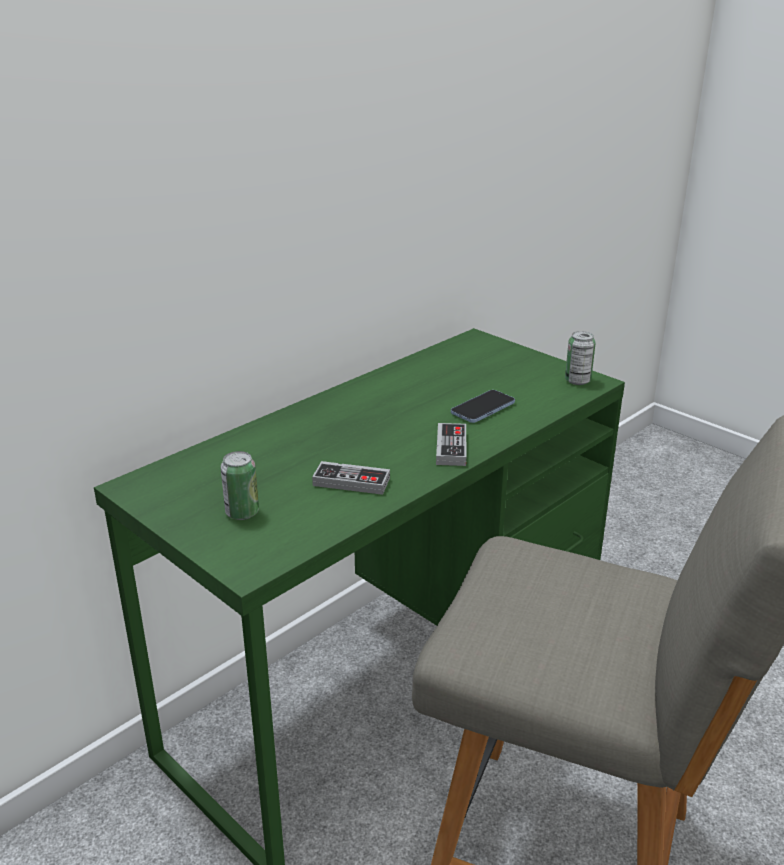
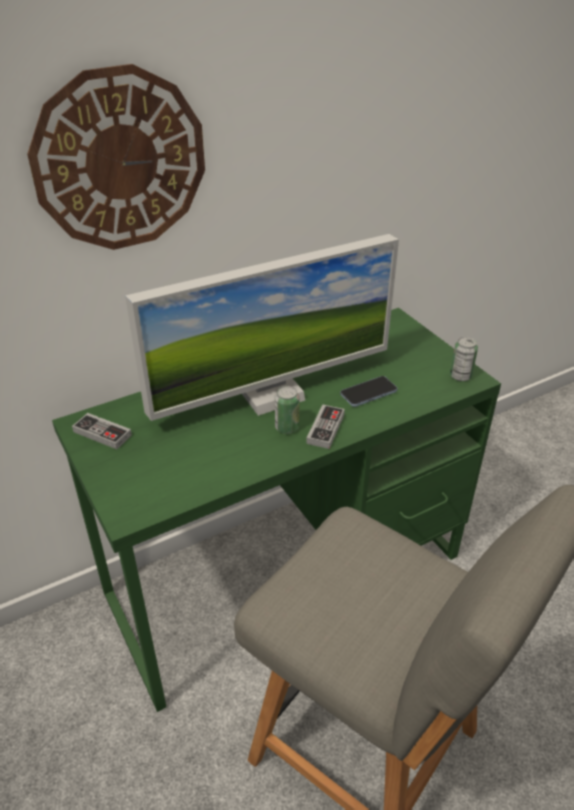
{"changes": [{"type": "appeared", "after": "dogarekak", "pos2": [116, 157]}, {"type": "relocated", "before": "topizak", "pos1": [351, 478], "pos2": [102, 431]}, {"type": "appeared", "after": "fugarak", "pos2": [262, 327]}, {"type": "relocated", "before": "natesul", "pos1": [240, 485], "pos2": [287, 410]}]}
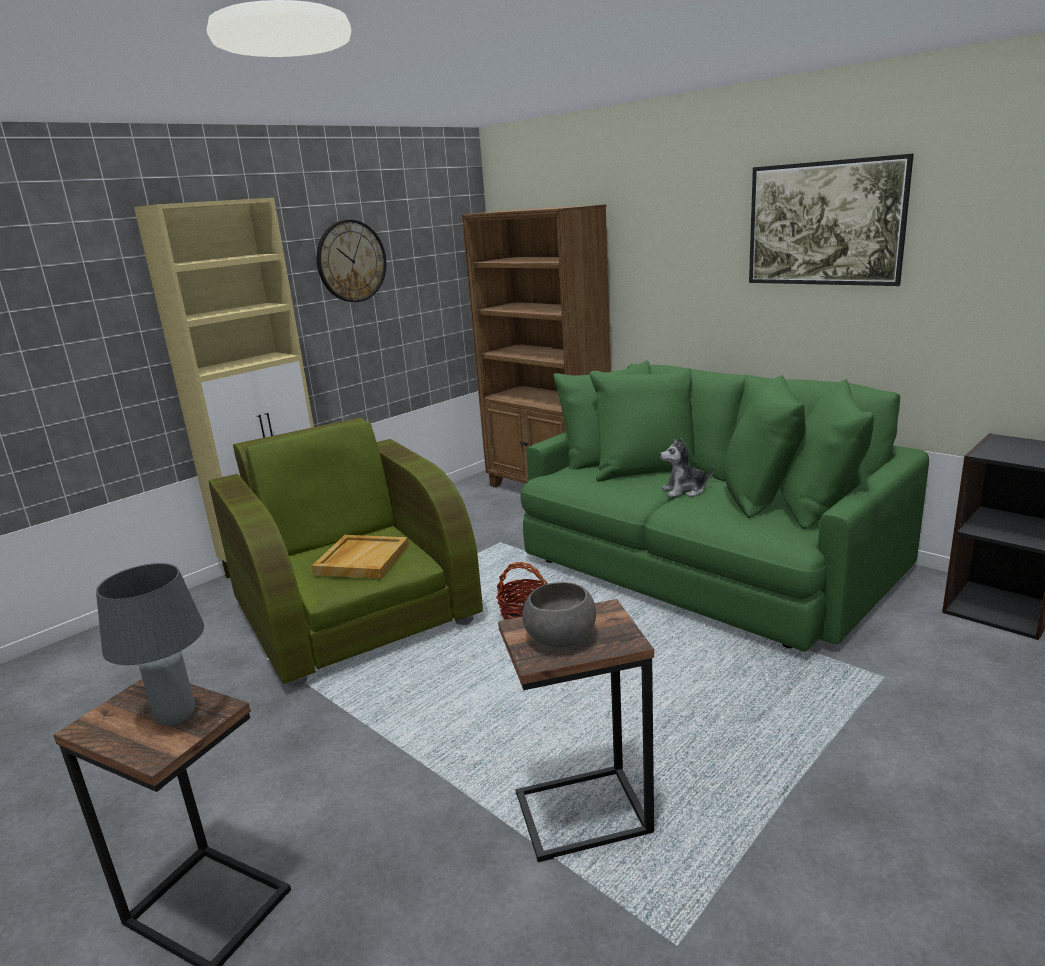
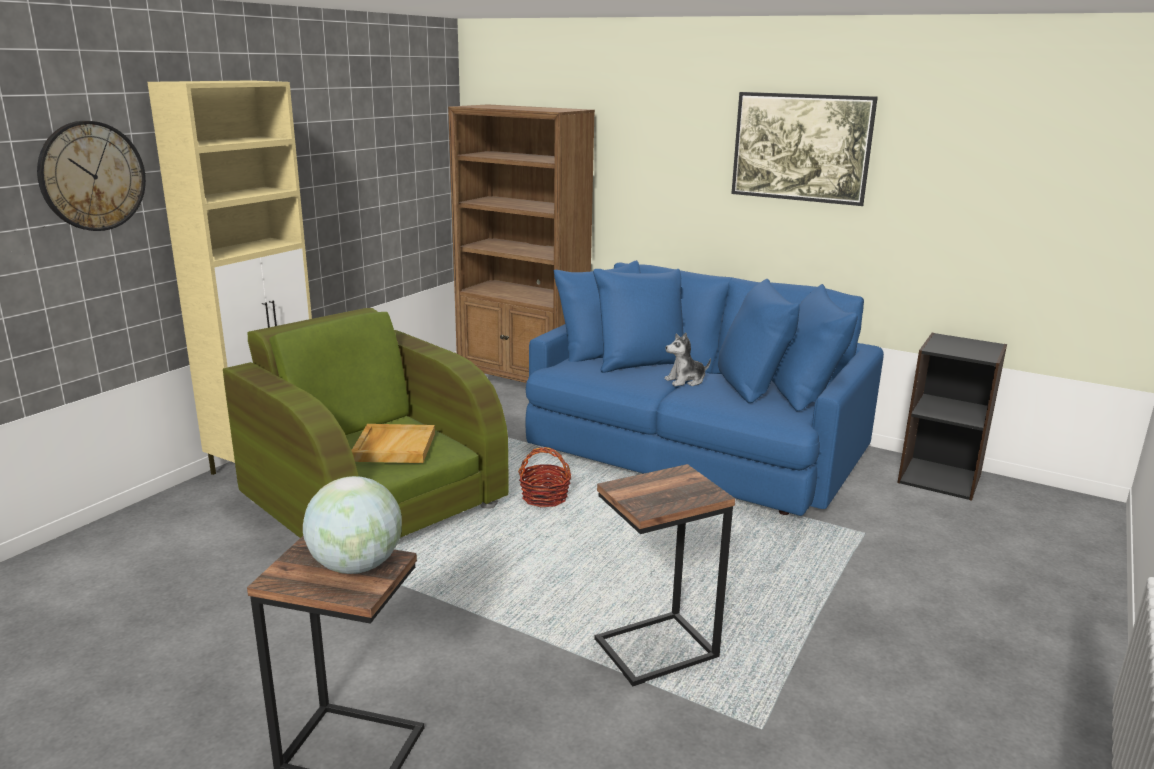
{"changes": [{"type": "relocated", "before": "dogarekak", "pos1": [351, 261], "pos2": [91, 176]}, {"type": "exchanged", "before": "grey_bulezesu", "after": "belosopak", "pos1": [150, 644], "pos2": [352, 525]}, {"type": "colour", "before": "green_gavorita", "after": "blue_gavorita", "pos1": [725, 506], "pos2": [705, 388]}, {"type": "missing", "before": "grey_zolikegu", "pos1": [559, 615]}]}
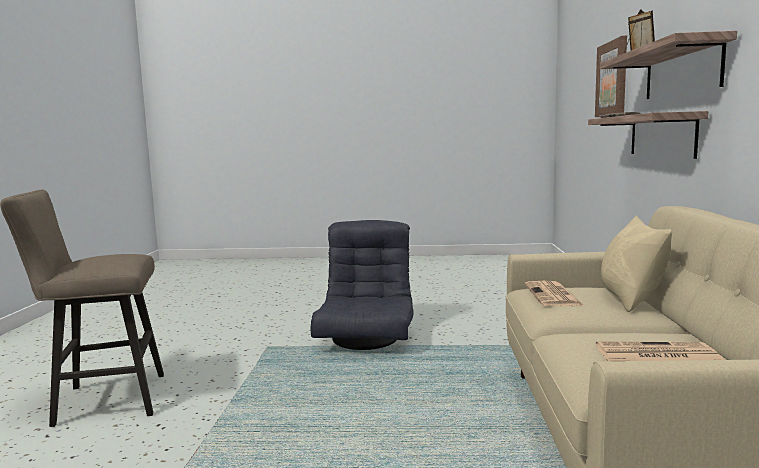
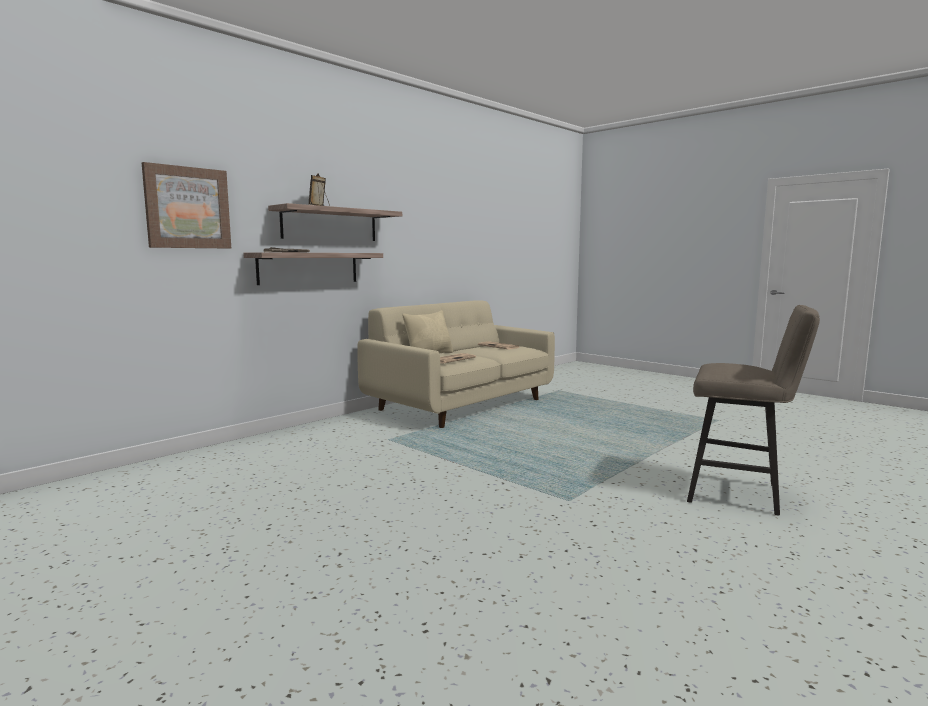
{"changes": [{"type": "missing", "before": "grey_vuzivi", "pos1": [362, 285]}]}
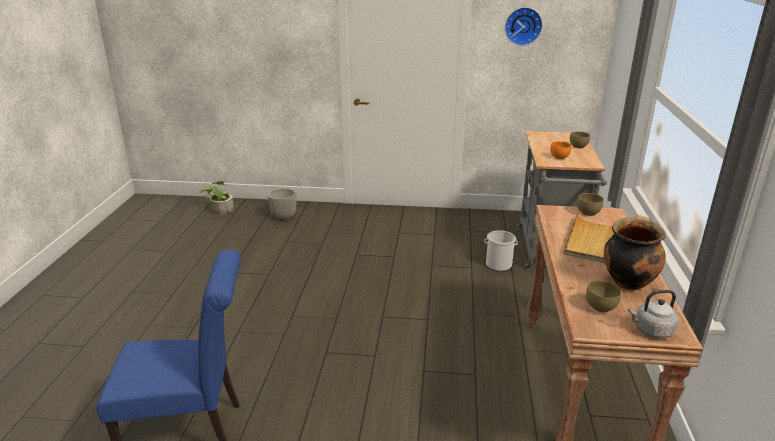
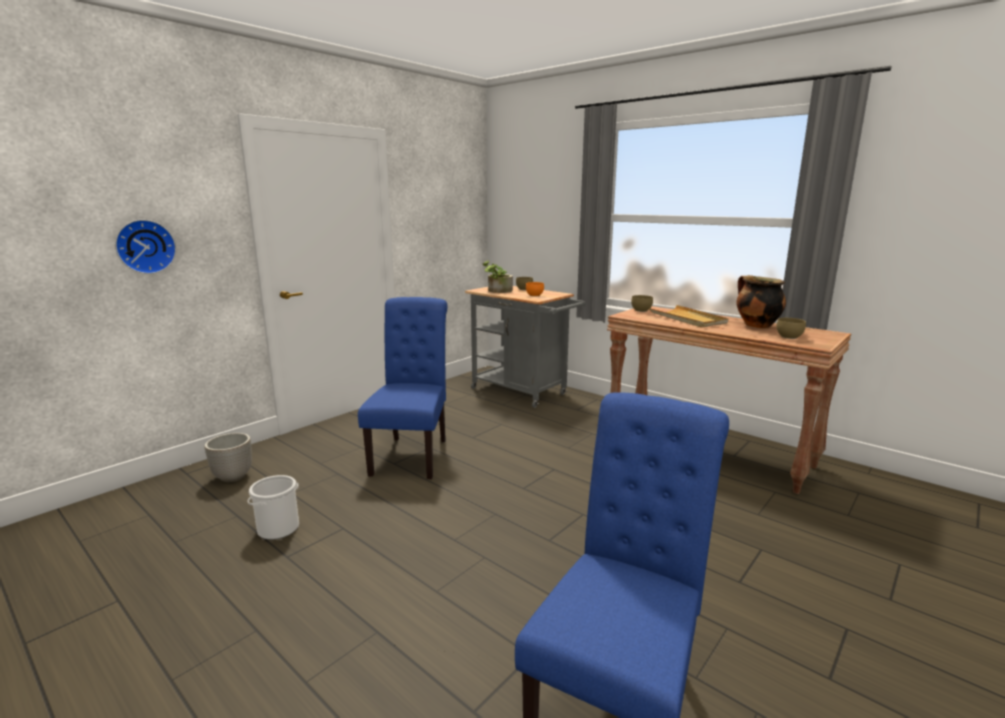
{"changes": [{"type": "relocated", "before": "dogarekak", "pos1": [524, 26], "pos2": [145, 246]}, {"type": "relocated", "before": "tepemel", "pos1": [501, 250], "pos2": [273, 507]}, {"type": "appeared", "after": "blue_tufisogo", "pos2": [402, 388]}, {"type": "relocated", "before": "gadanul", "pos1": [217, 198], "pos2": [498, 276]}, {"type": "missing", "before": "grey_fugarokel", "pos1": [653, 314]}]}
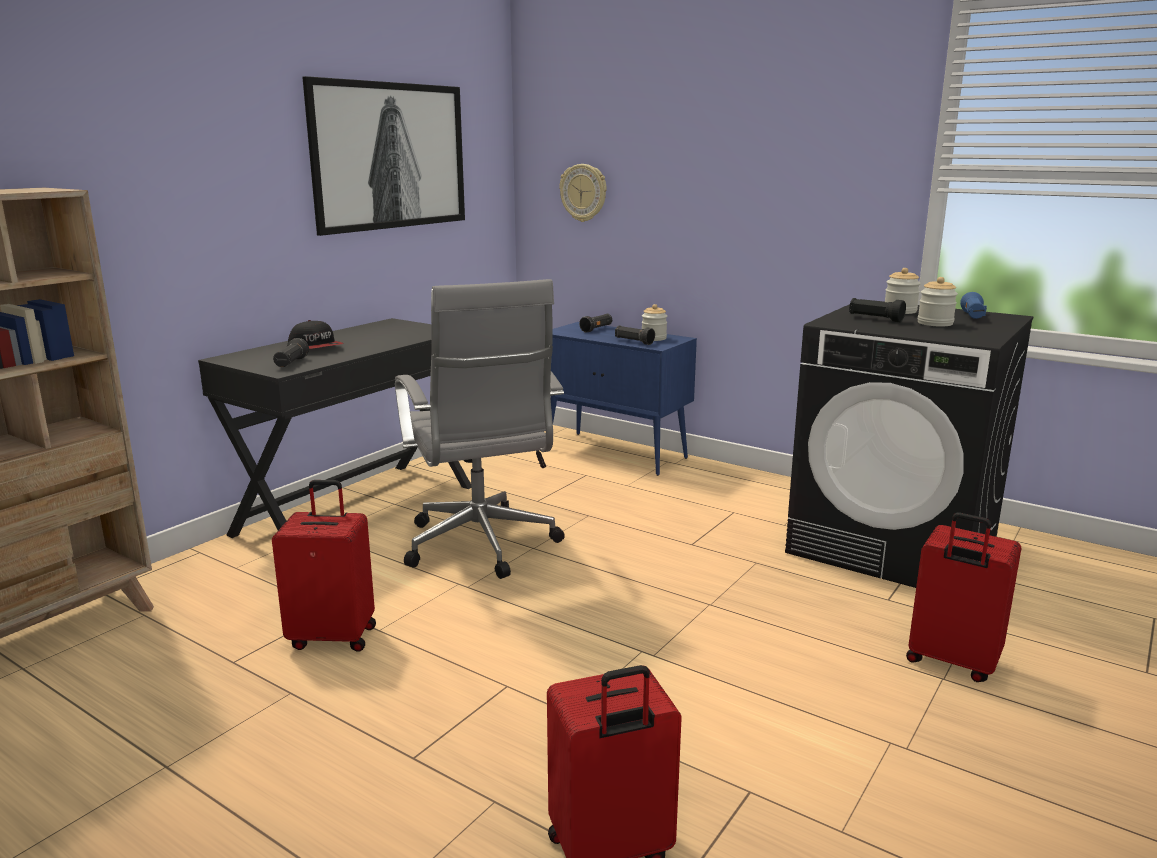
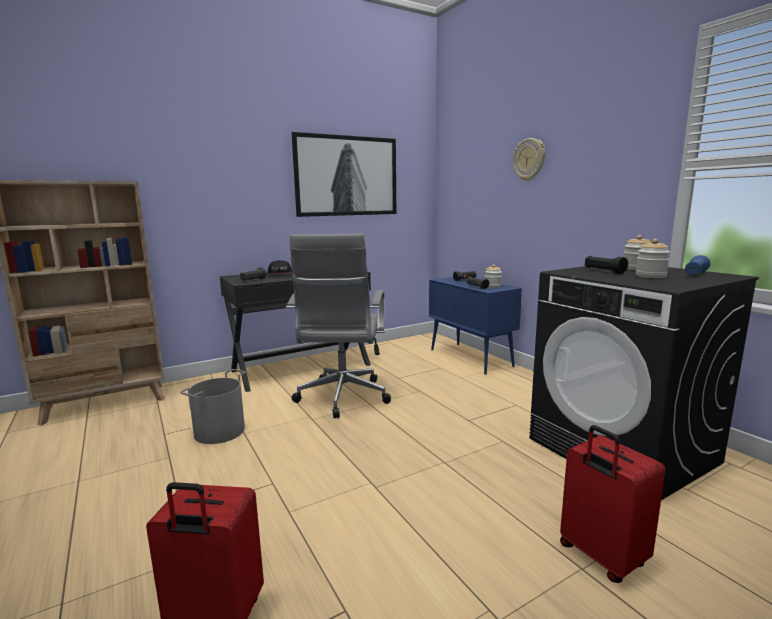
{"changes": [{"type": "exchanged", "before": "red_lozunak", "after": "grey_tepemel", "pos1": [324, 566], "pos2": [212, 406]}, {"type": "relocated", "before": "dogarekak", "pos1": [583, 193], "pos2": [529, 159]}]}
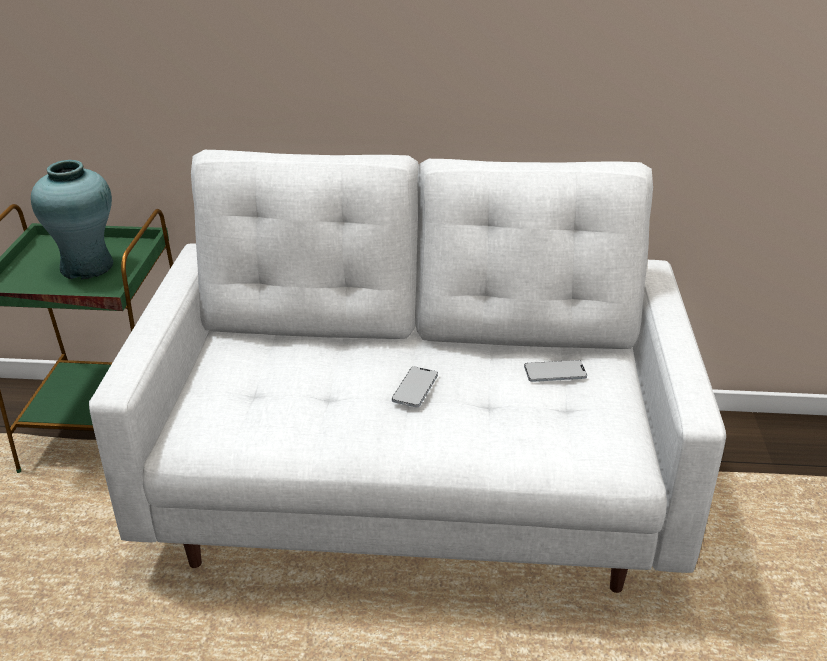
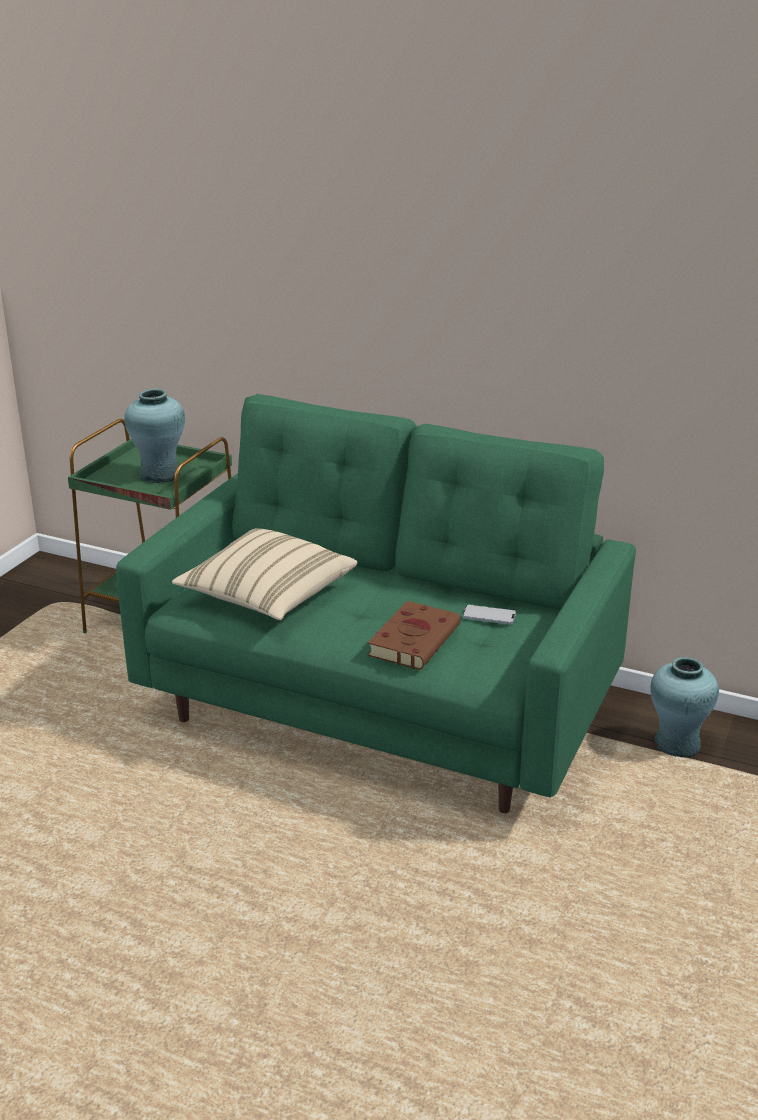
{"changes": [{"type": "colour", "before": "white_gavorita", "after": "green_gavorita", "pos1": [407, 371], "pos2": [376, 603]}, {"type": "appeared", "after": "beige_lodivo", "pos2": [264, 574]}, {"type": "appeared", "after": "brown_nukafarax", "pos2": [414, 635]}, {"type": "appeared", "after": "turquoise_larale", "pos2": [684, 707]}, {"type": "missing", "before": "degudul", "pos1": [415, 386]}]}
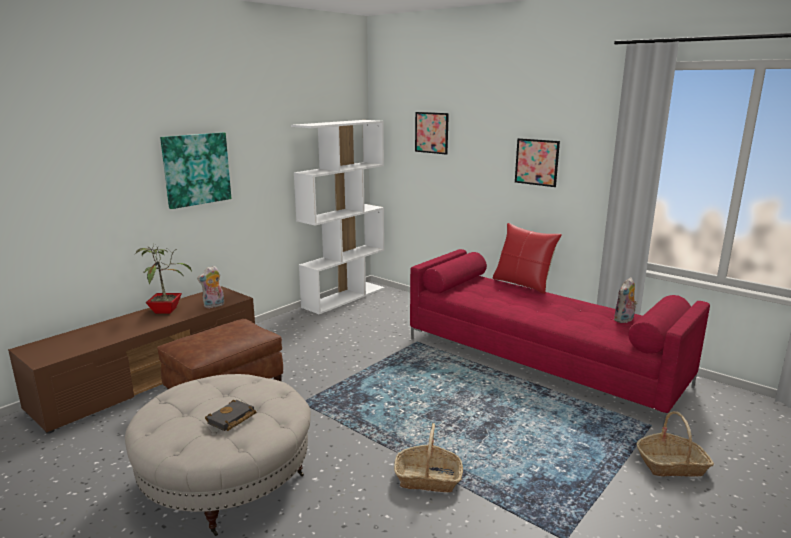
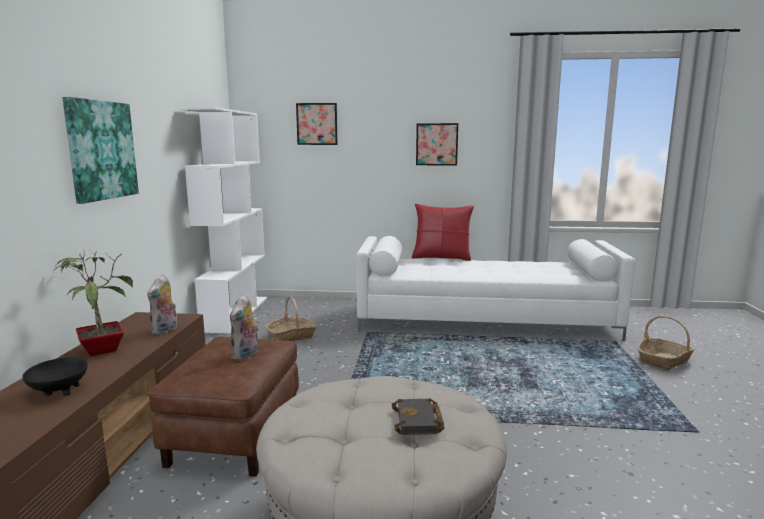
{"changes": [{"type": "appeared", "after": "black_zolikegu", "pos2": [54, 376]}, {"type": "relocated", "before": "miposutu", "pos1": [626, 300], "pos2": [244, 327]}, {"type": "relocated", "before": "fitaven", "pos1": [428, 457], "pos2": [291, 318]}, {"type": "colour", "before": "red_gavorita", "after": "white_gavorita", "pos1": [560, 338], "pos2": [495, 288]}]}
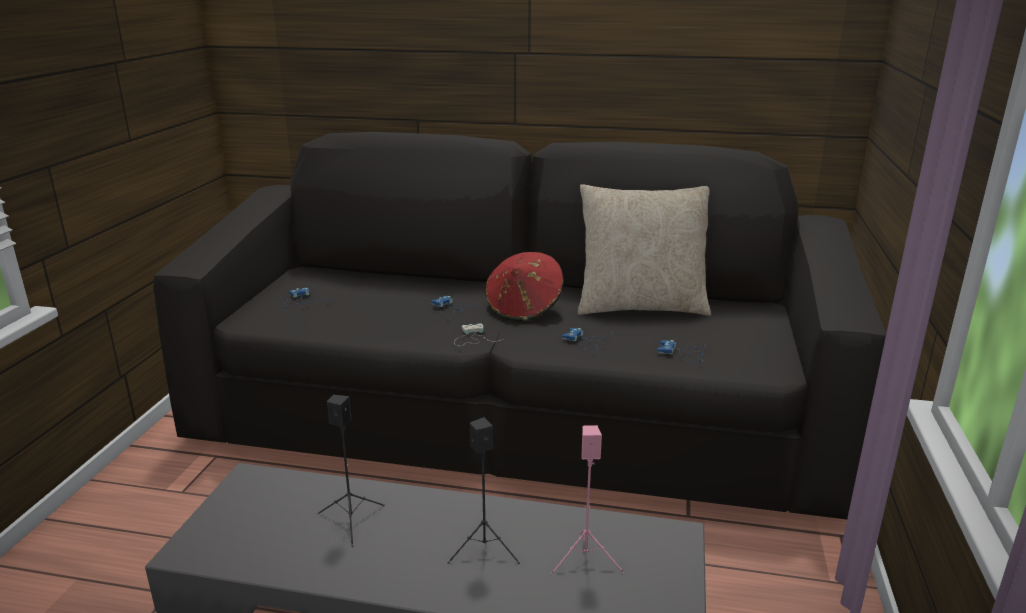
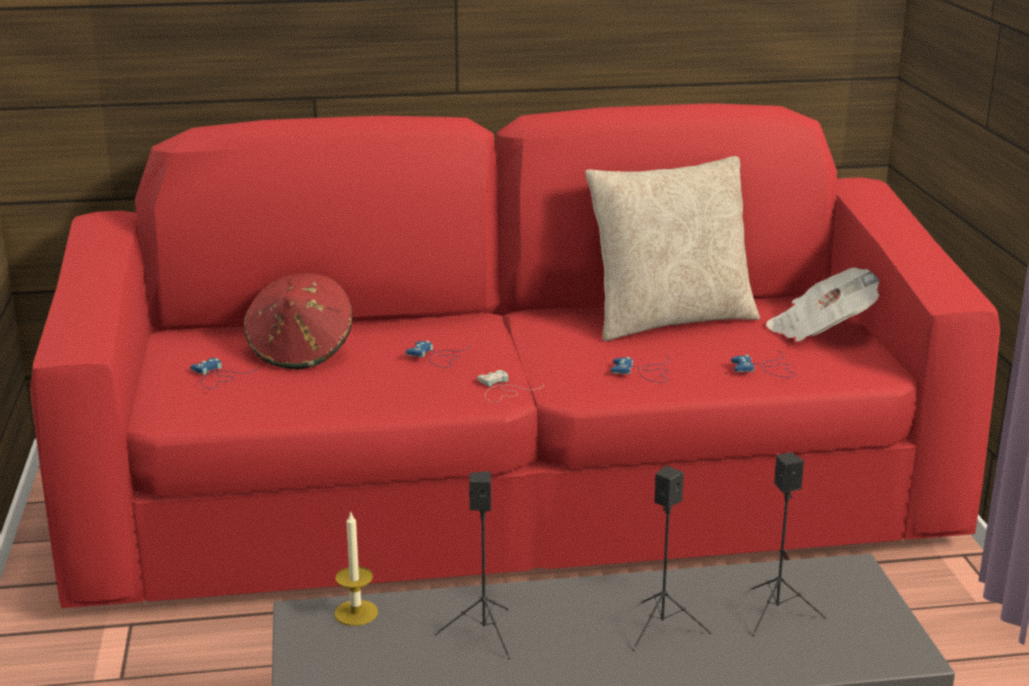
{"changes": [{"type": "colour", "before": "black_gavorita", "after": "red_gavorita", "pos1": [519, 326], "pos2": [515, 355]}, {"type": "relocated", "before": "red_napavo", "pos1": [524, 287], "pos2": [298, 321]}, {"type": "appeared", "after": "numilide", "pos2": [356, 568]}, {"type": "colour", "before": "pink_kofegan", "after": "black_kofegan", "pos1": [587, 500], "pos2": [788, 544]}, {"type": "appeared", "after": "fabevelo", "pos2": [823, 304]}]}
